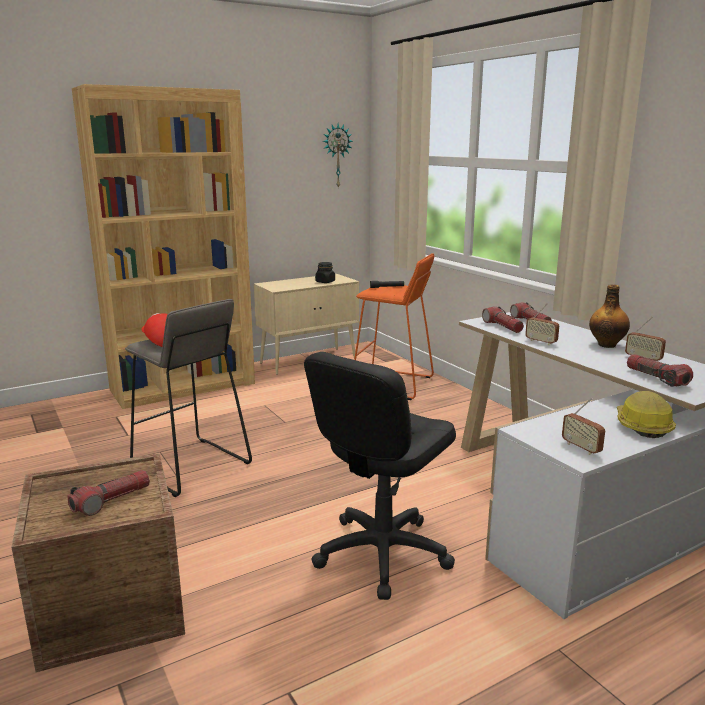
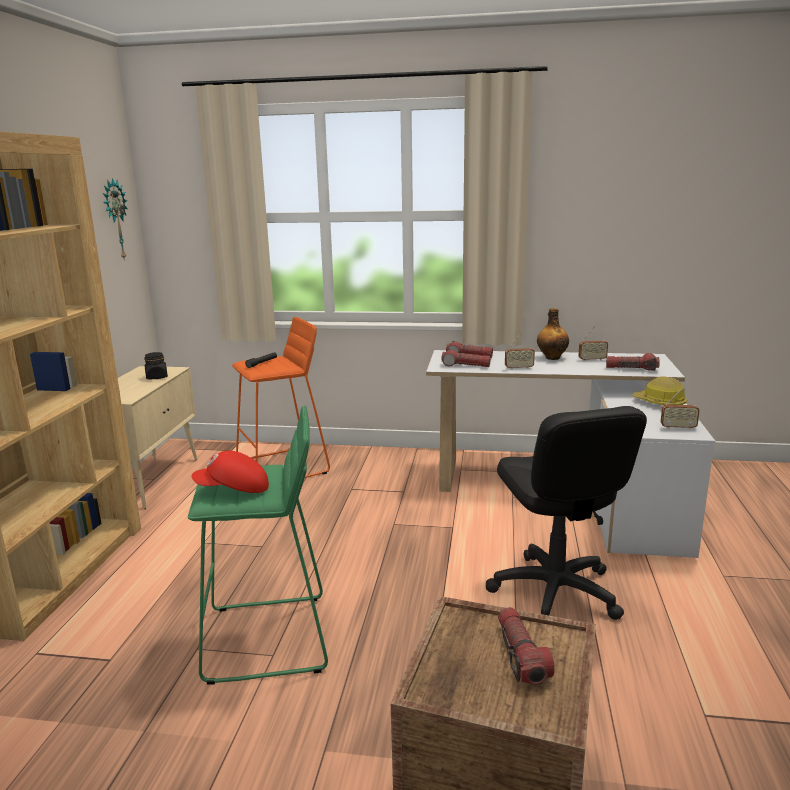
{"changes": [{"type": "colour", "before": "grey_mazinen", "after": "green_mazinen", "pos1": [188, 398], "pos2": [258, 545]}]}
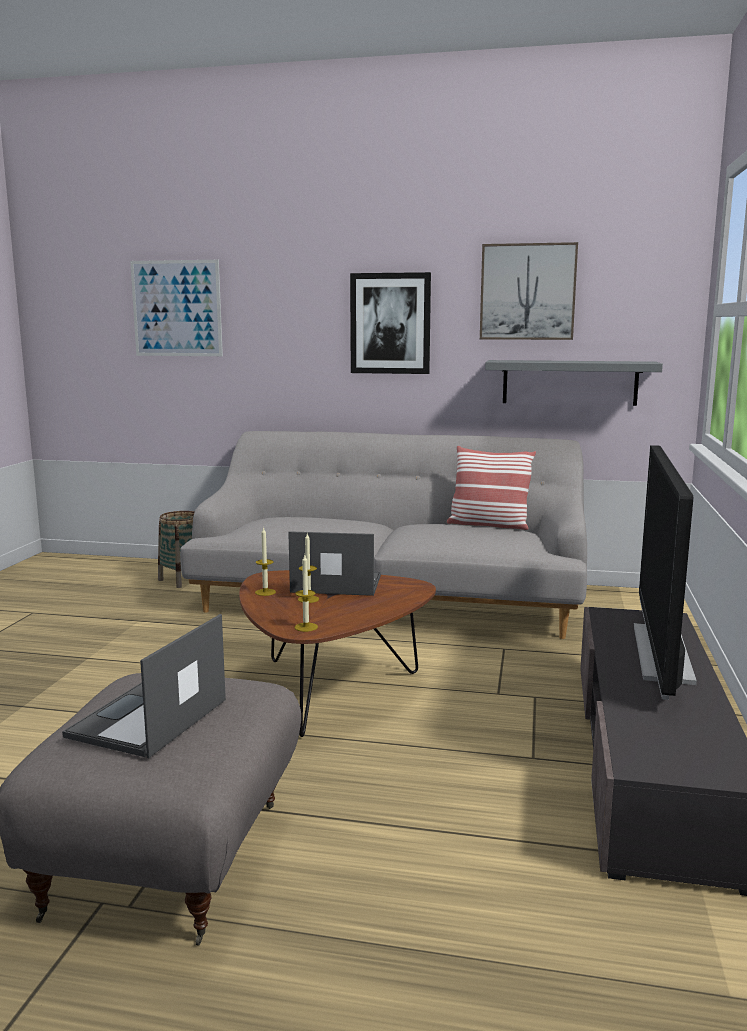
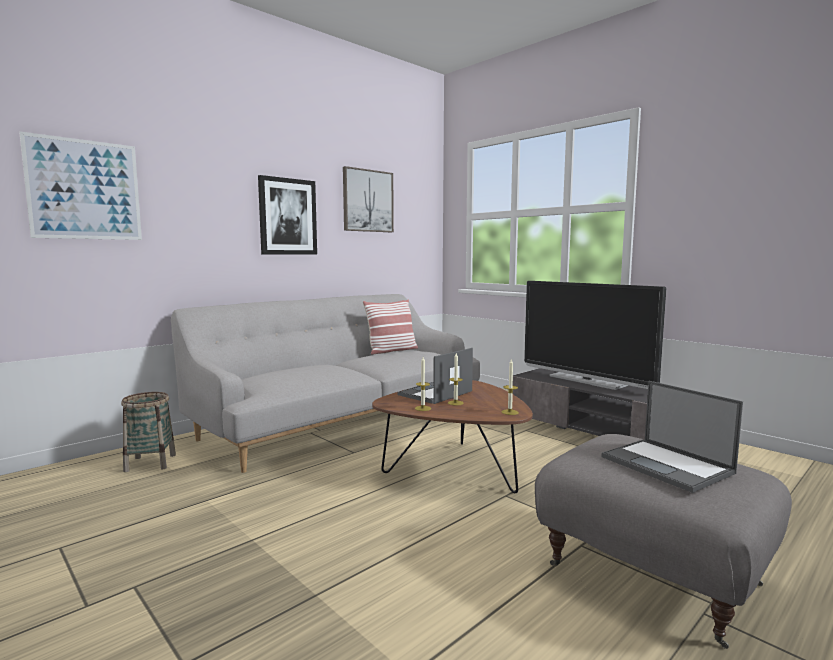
{"changes": [{"type": "missing", "before": "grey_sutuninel", "pos1": [574, 383]}]}
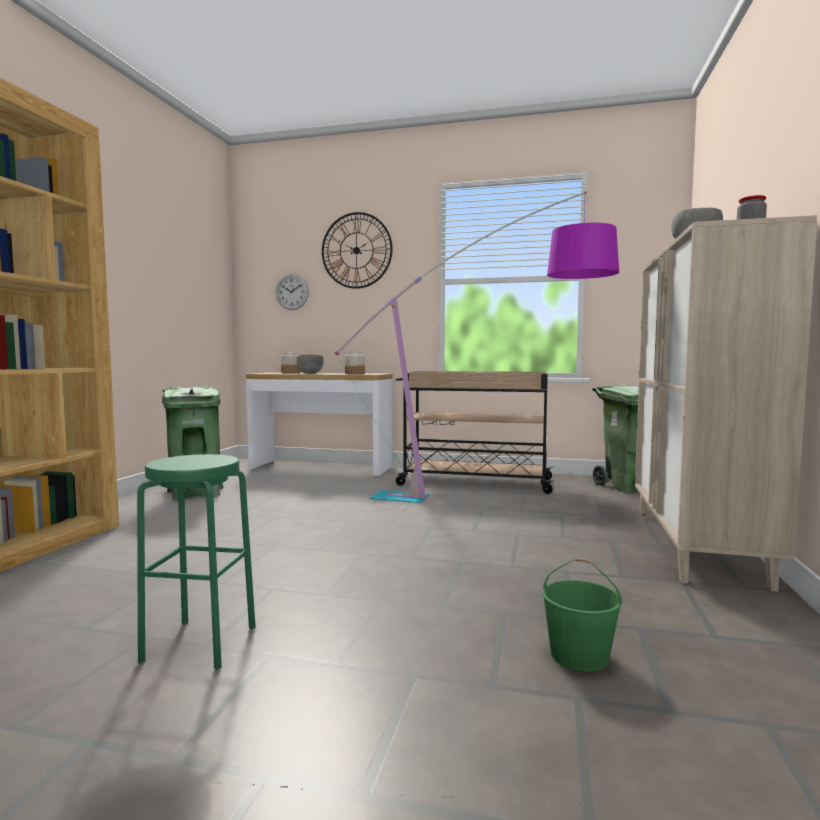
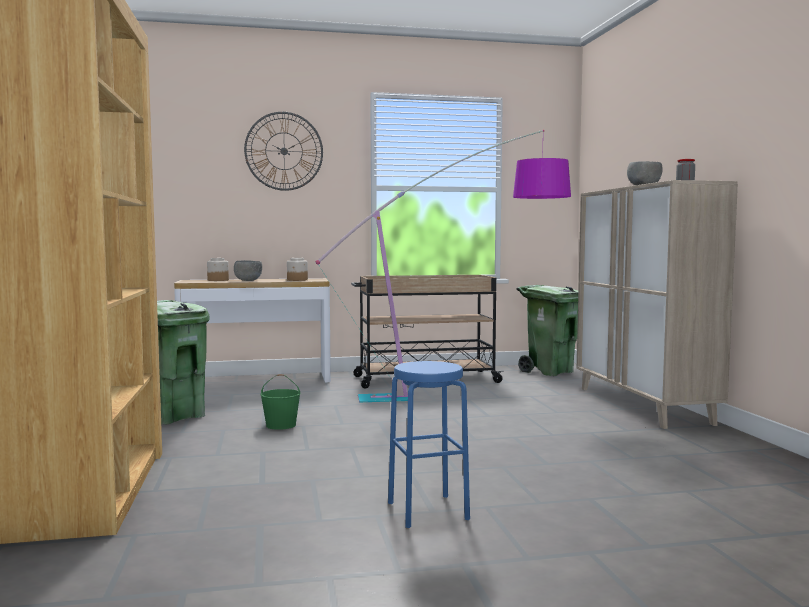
{"changes": [{"type": "relocated", "before": "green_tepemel", "pos1": [582, 615], "pos2": [281, 402]}, {"type": "colour", "before": "green_mazinen", "after": "blue_mazinen", "pos1": [196, 562], "pos2": [429, 444]}, {"type": "missing", "before": "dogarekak", "pos1": [292, 292]}]}
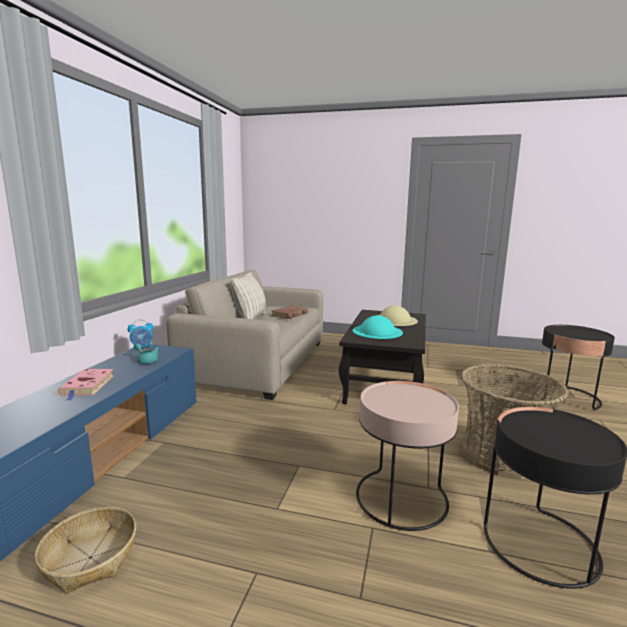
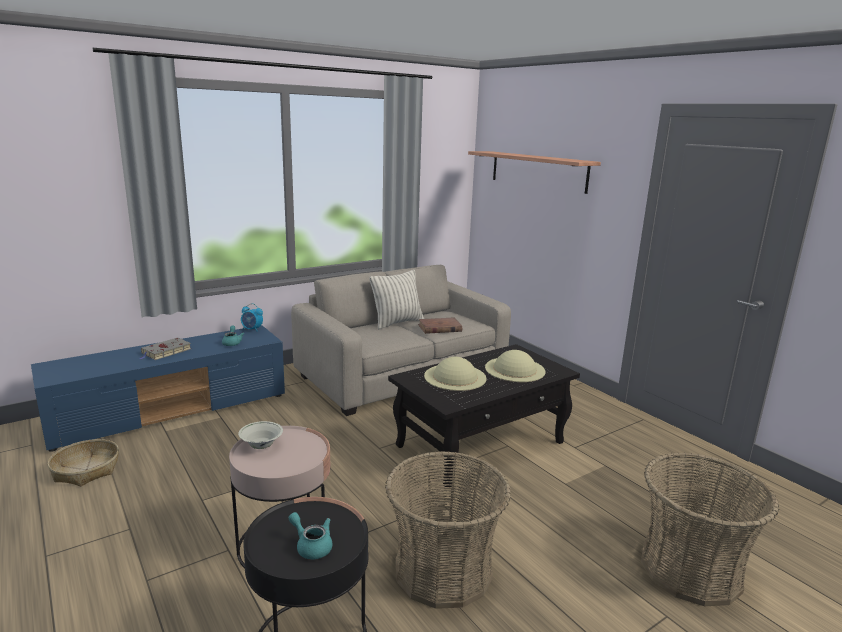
{"changes": [{"type": "colour", "before": "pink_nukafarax", "after": "grey_nukafarax", "pos1": [86, 384], "pos2": [165, 348]}, {"type": "appeared", "after": "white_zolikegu", "pos2": [260, 435]}, {"type": "appeared", "after": "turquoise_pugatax", "pos2": [311, 535]}, {"type": "colour", "before": "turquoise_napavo", "after": "beige_napavo", "pos1": [378, 327], "pos2": [455, 374]}, {"type": "appeared", "after": "sutuninel", "pos2": [534, 172]}, {"type": "exchanged", "before": "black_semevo", "after": "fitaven", "pos1": [575, 367], "pos2": [710, 529]}]}
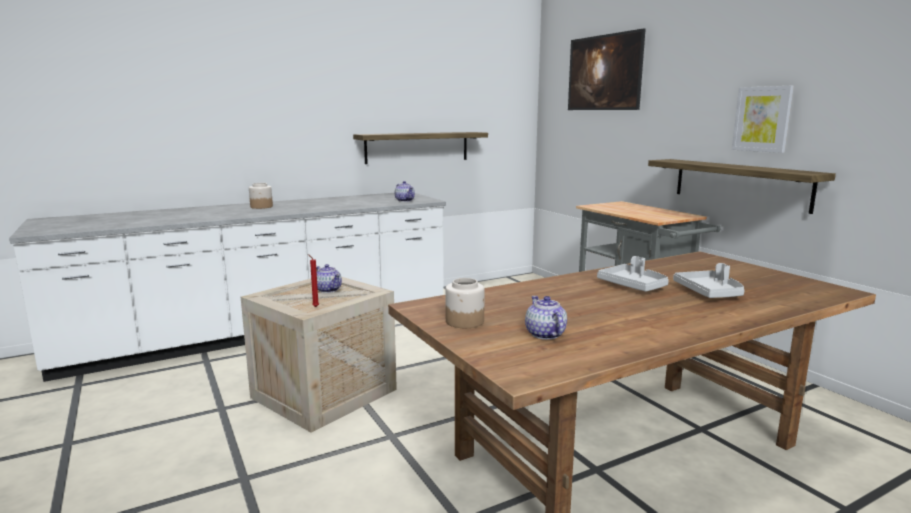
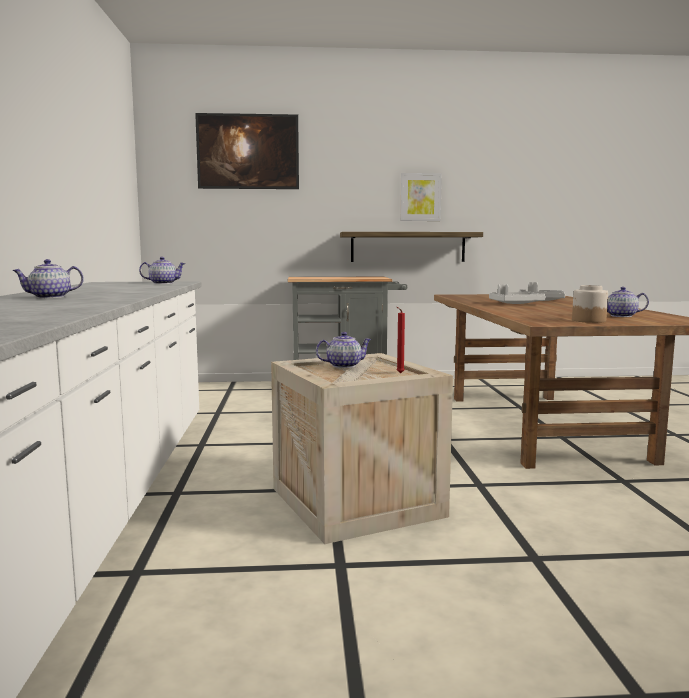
{"changes": [{"type": "exchanged", "before": "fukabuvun", "after": "pugatax", "pos1": [261, 196], "pos2": [48, 278]}, {"type": "missing", "before": "sutuninel", "pos1": [420, 148]}]}
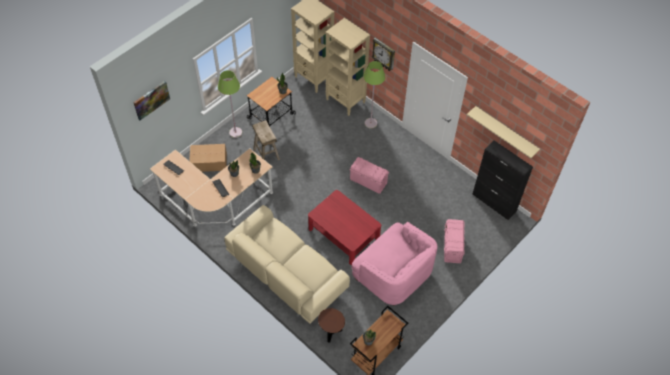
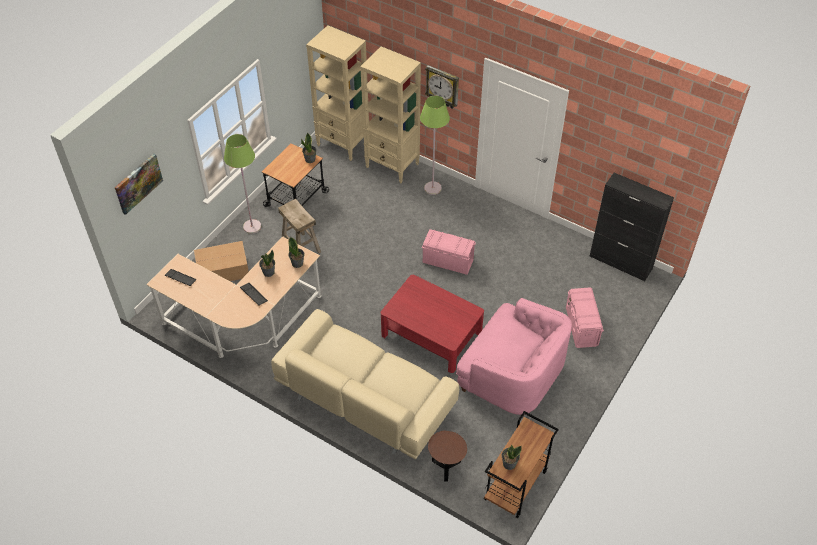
{"changes": [{"type": "missing", "before": "beige_sutuninel", "pos1": [503, 132]}]}
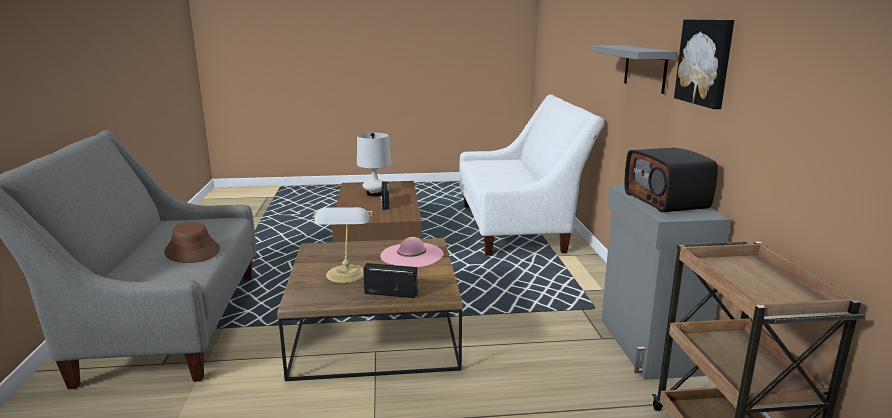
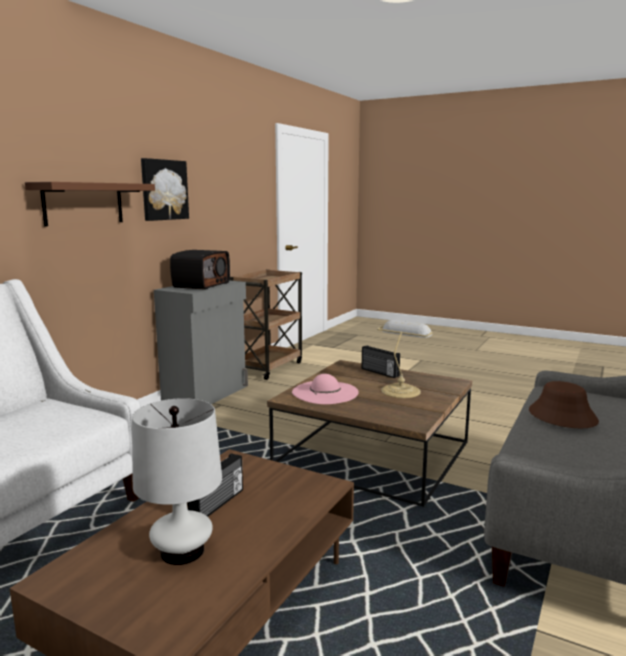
{"changes": [{"type": "colour", "before": "grey_sutuninel", "after": "brown_sutuninel", "pos1": [634, 69], "pos2": [90, 204]}]}
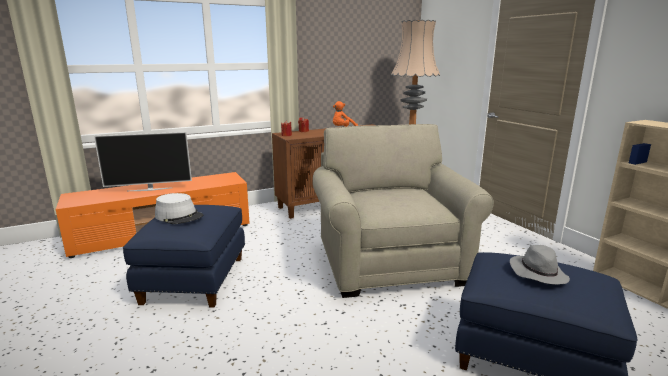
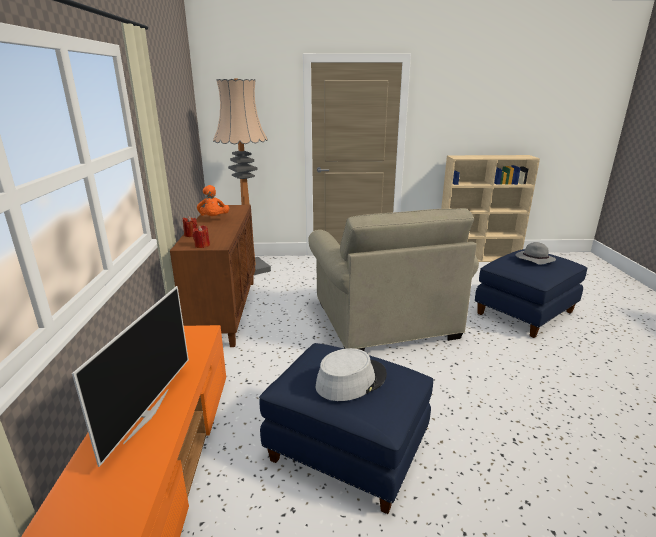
{"changes": [{"type": "spun", "before": "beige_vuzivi", "pos1": [403, 211], "pos2": [393, 279], "turn": -120}]}
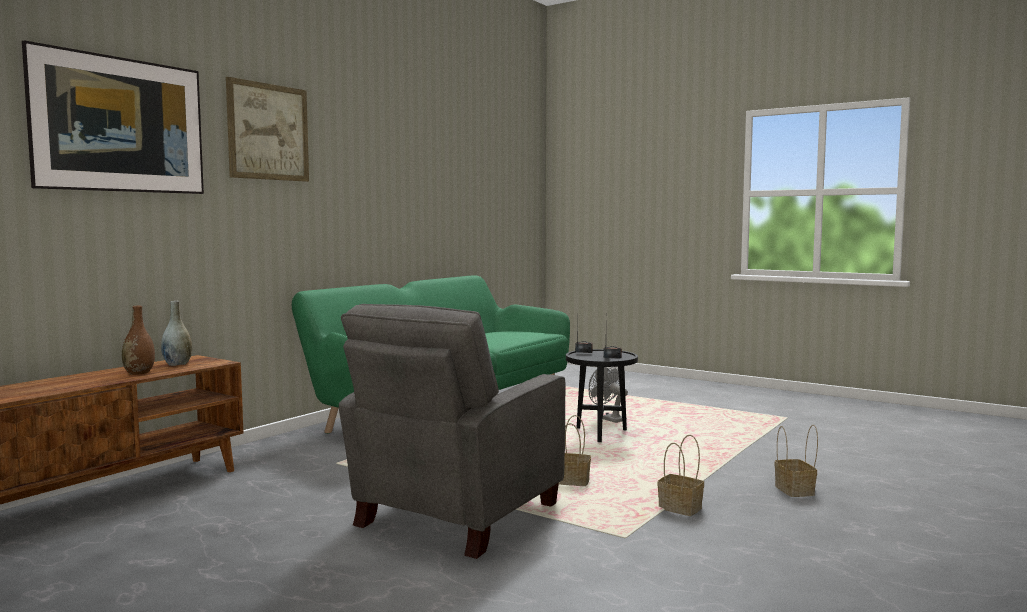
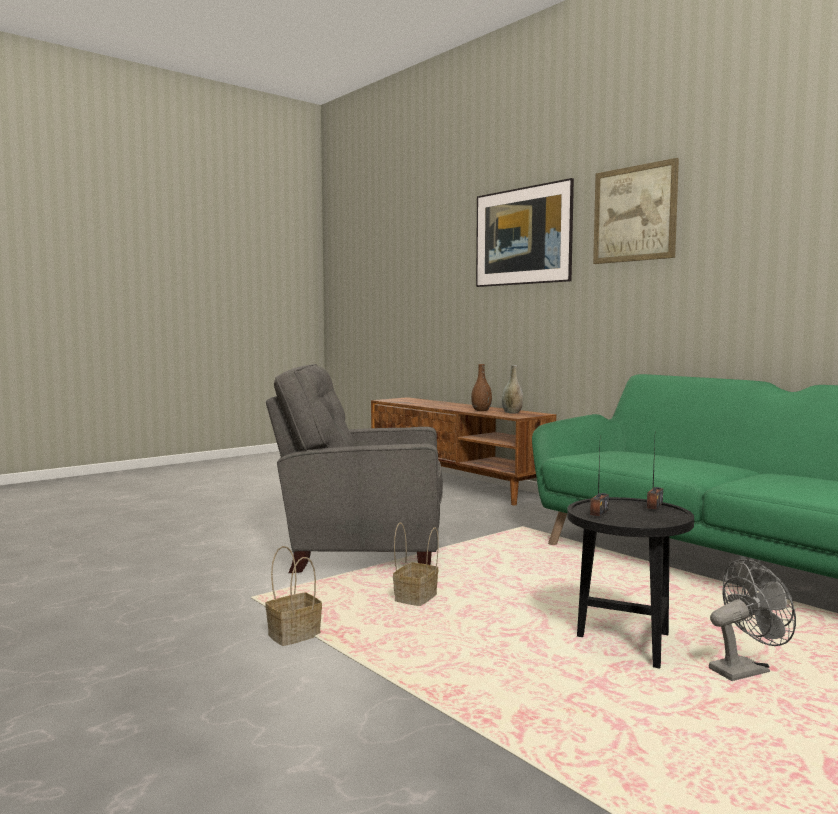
{"changes": [{"type": "spun", "before": "grey_vuzivi", "pos1": [452, 431], "pos2": [354, 468], "turn": -45}, {"type": "missing", "before": "fitaven", "pos1": [796, 461]}]}
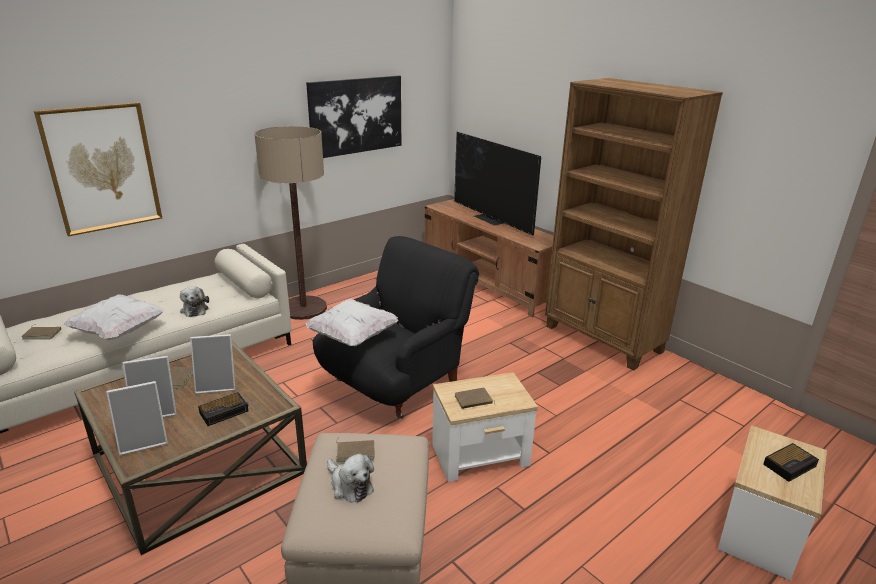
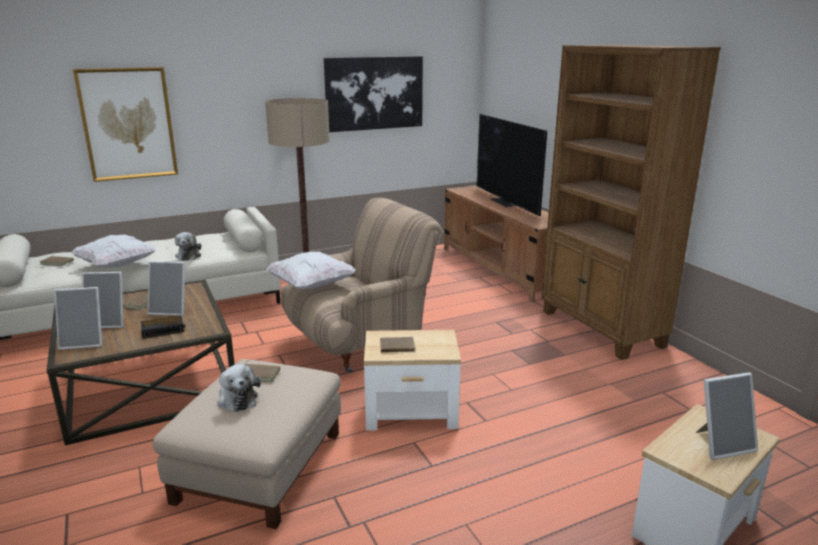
{"changes": [{"type": "colour", "before": "black_vuzivi", "after": "beige_vuzivi", "pos1": [396, 327], "pos2": [362, 285]}, {"type": "exchanged", "before": "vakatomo", "after": "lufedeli", "pos1": [791, 462], "pos2": [727, 416]}]}
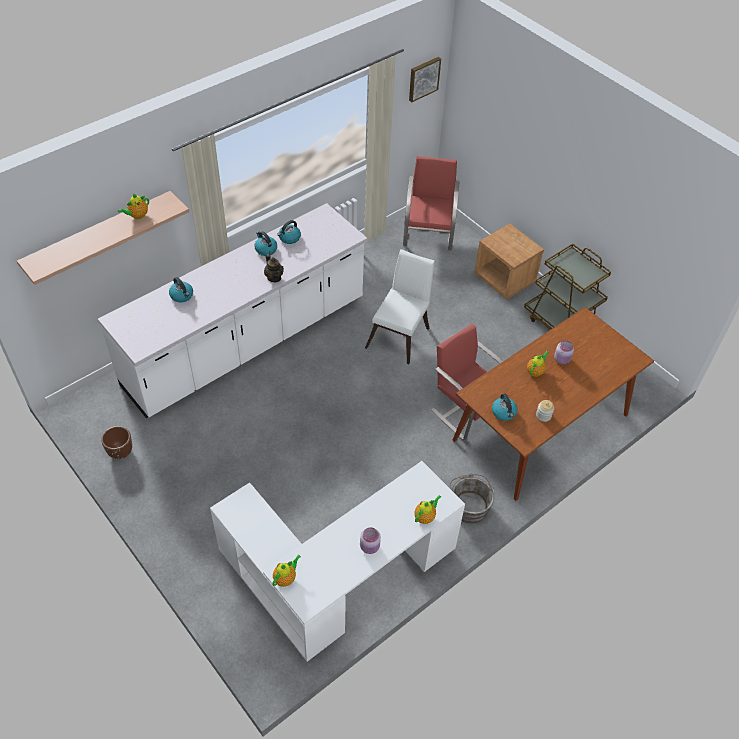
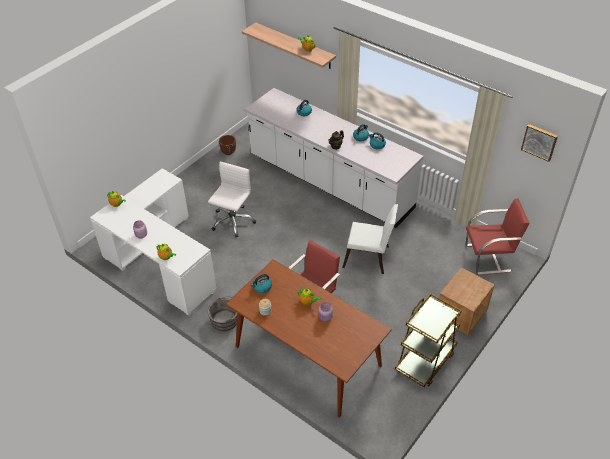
{"changes": [{"type": "appeared", "after": "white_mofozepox", "pos2": [232, 199]}]}
